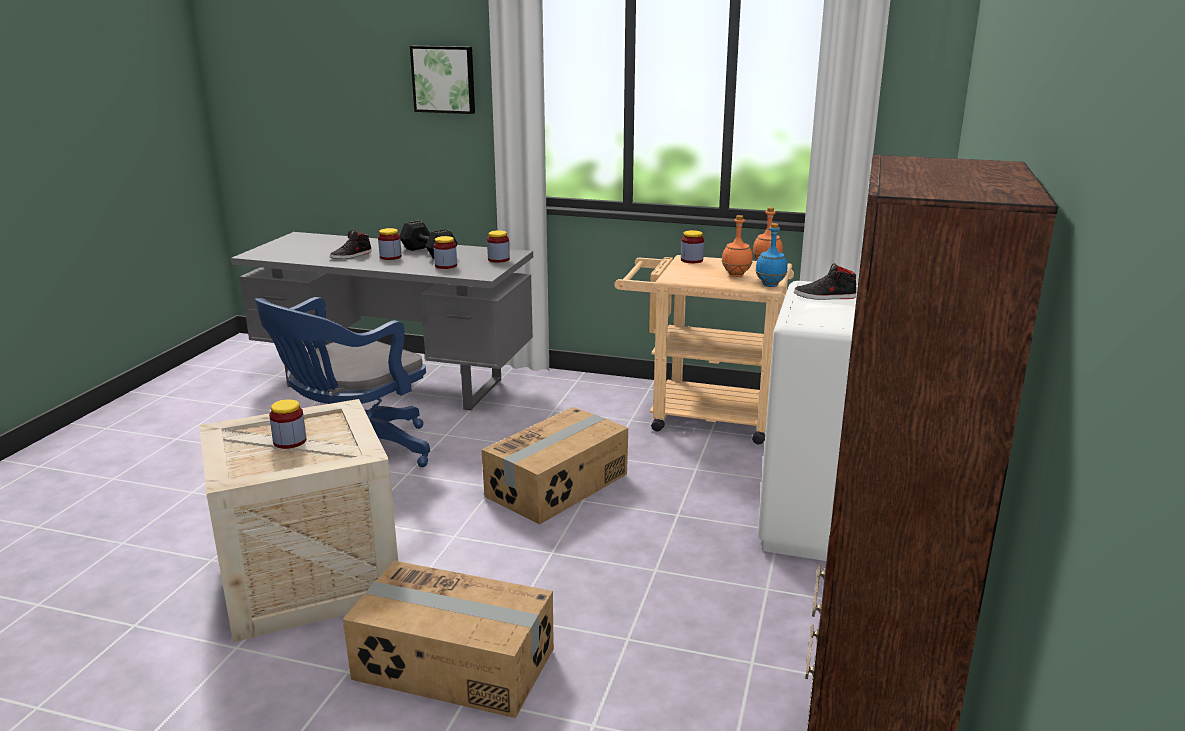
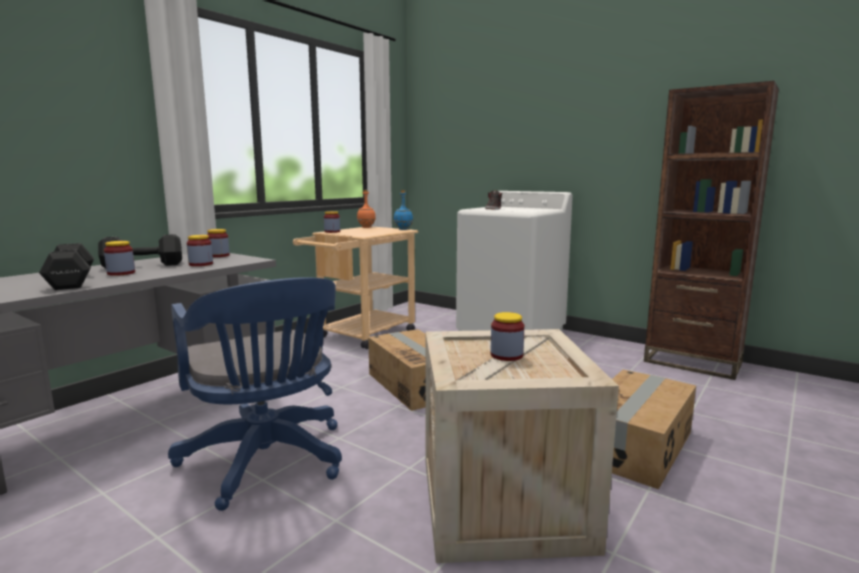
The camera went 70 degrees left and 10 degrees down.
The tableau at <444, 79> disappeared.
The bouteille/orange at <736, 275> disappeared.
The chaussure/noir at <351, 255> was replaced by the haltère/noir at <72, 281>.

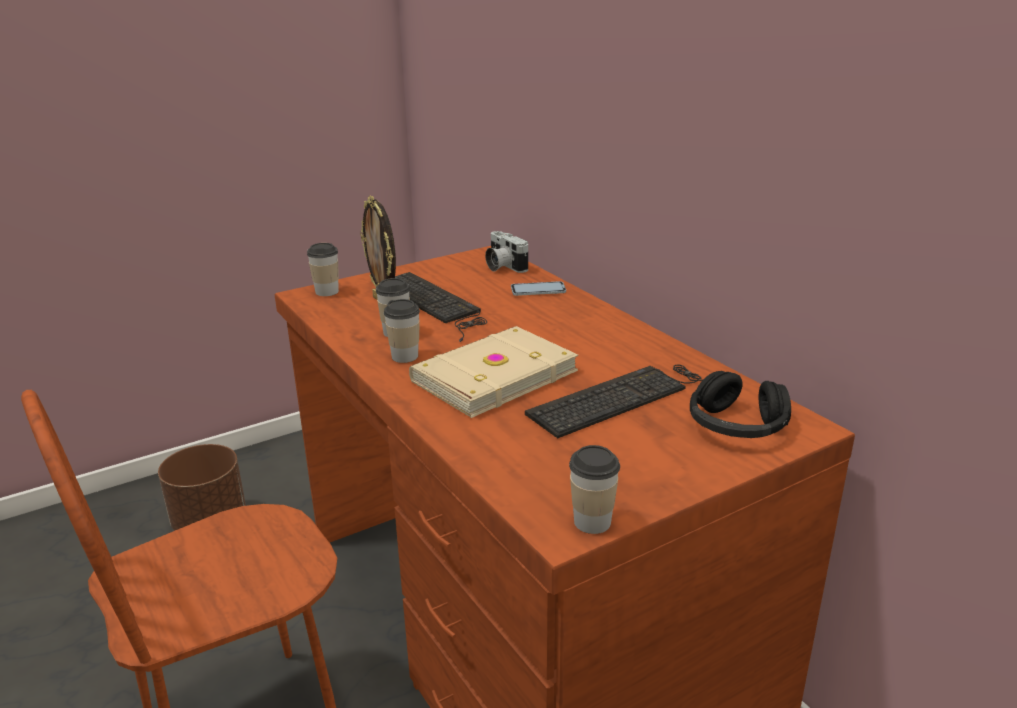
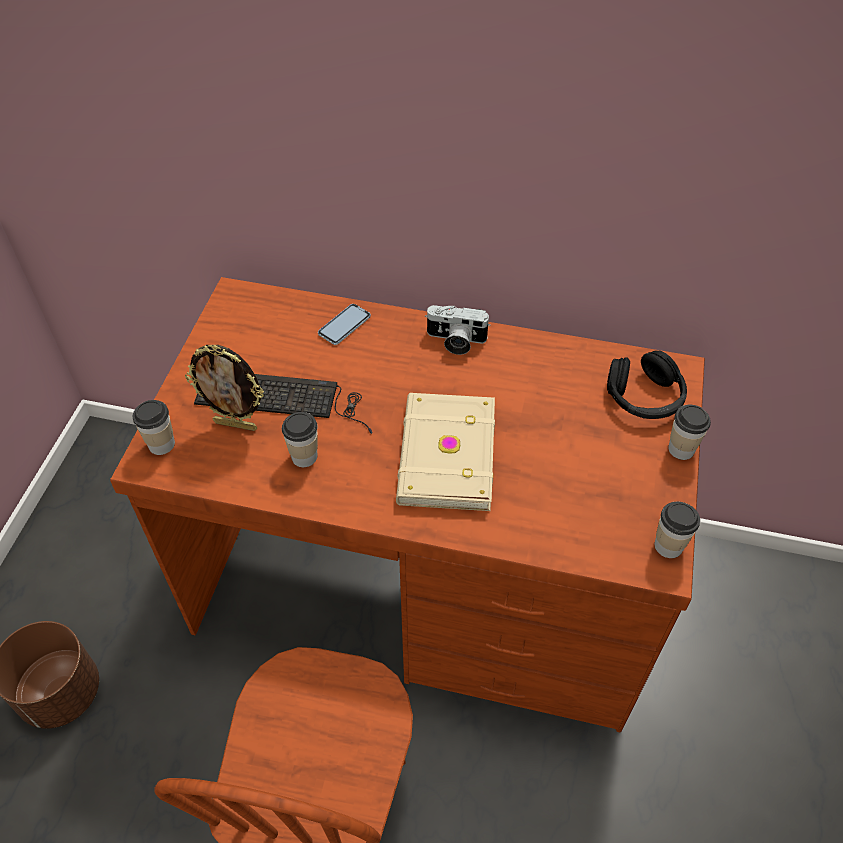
The camera went 45 degrees left and 25 degrees up.
The appareil photo moved from <503, 266> to <455, 341>.
The tasse moved from <405, 356> to <681, 449>.
The clavier at <625, 397> disappeared.

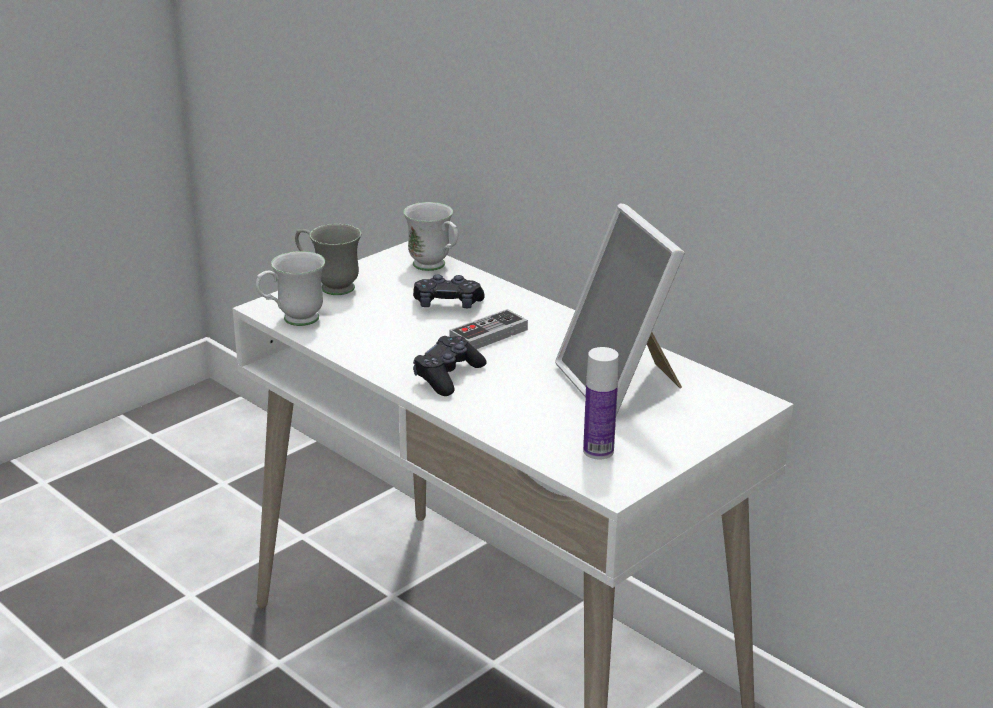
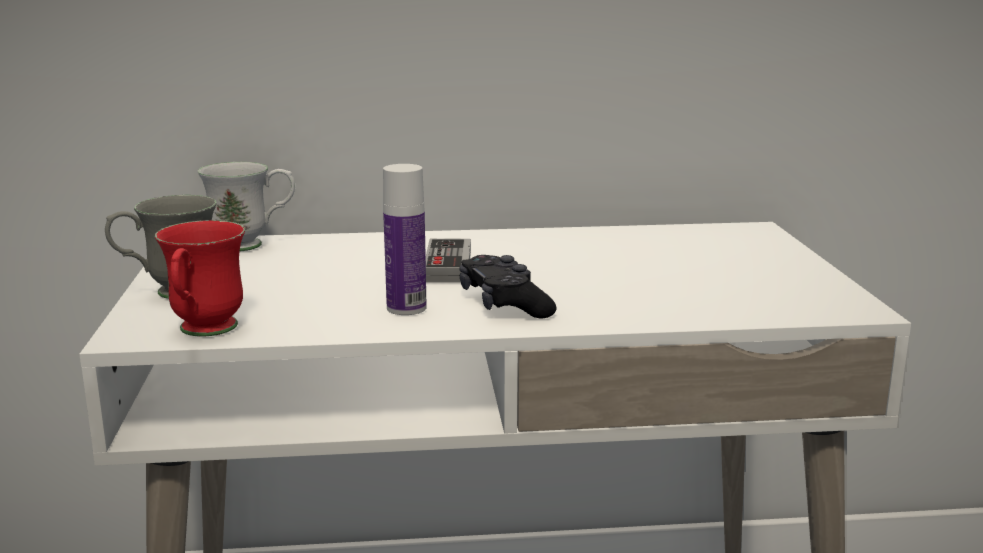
The camera went 50 degrees left and 10 degrees down.
The cadre photo at <621, 386> disappeared.
The mug/blanc at <292, 321> became the mug/rouge at <203, 332>.
The manette/noir at <448, 304> disappeared.
The bouteille moved from <598, 451> to <406, 308>.

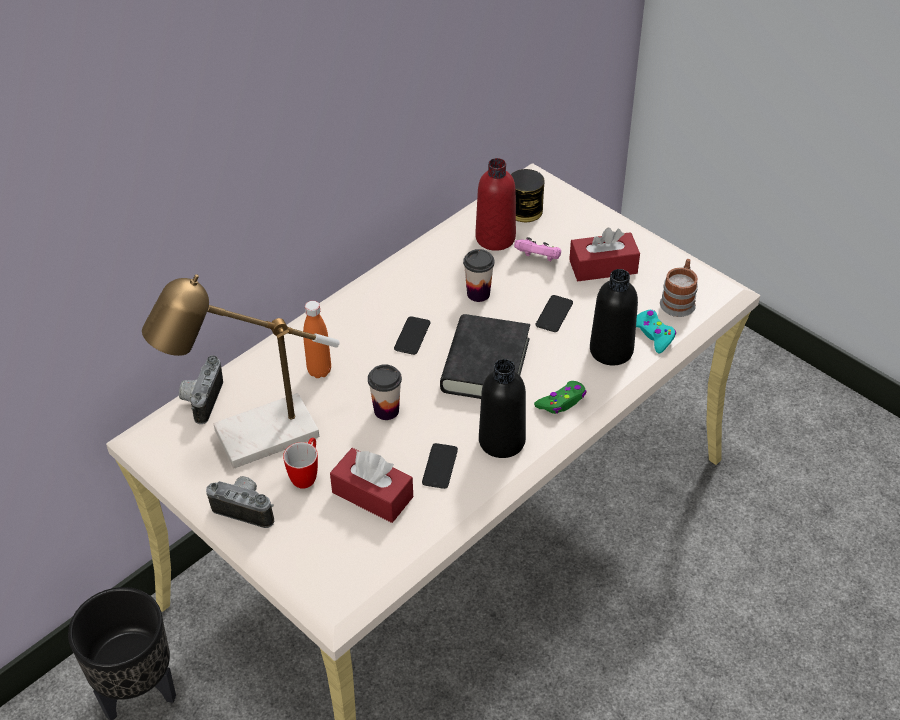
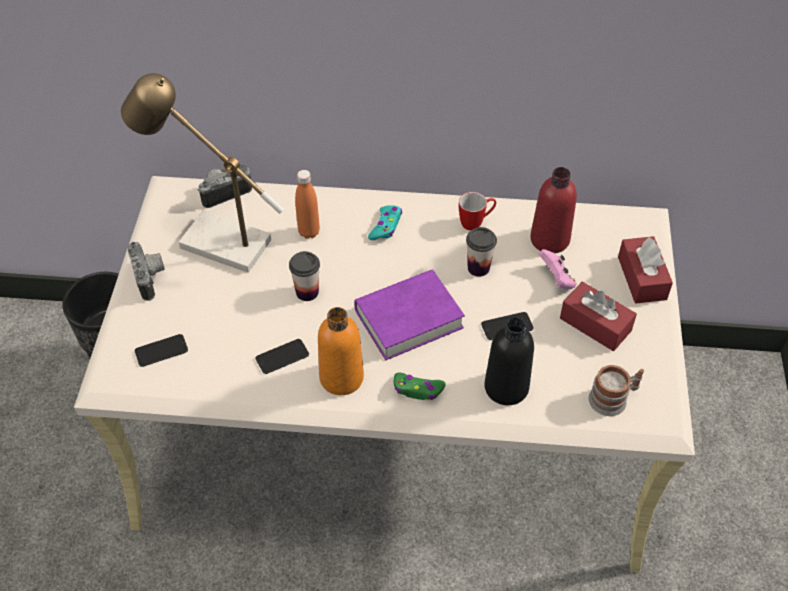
The camera went 50 degrees right and 5 degrees up.
The boîte métallique at <525, 211> disappeared.
The manette/turquoise moved from <652, 335> to <386, 226>.
The livre/noir at <485, 365> became the livre/violet at <408, 319>.
The téléphone moved from <412, 336> to <161, 351>.
The bouteille/noir at <502, 441> became the bouteille/orange at <341, 377>.
The mug moved from <306, 475> to <476, 223>.
The boîte à mouchoirs/rouge moved from <372, 495> to <642, 278>.

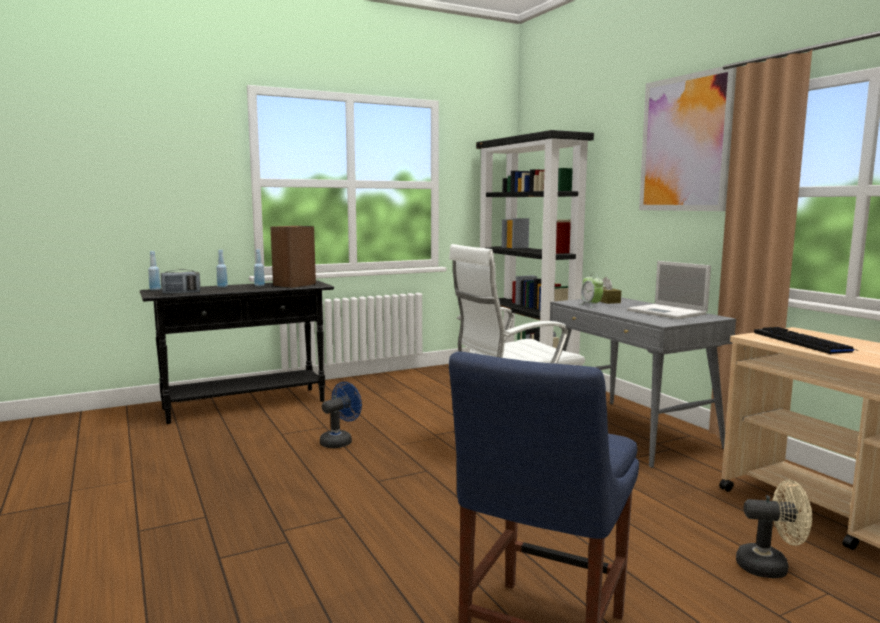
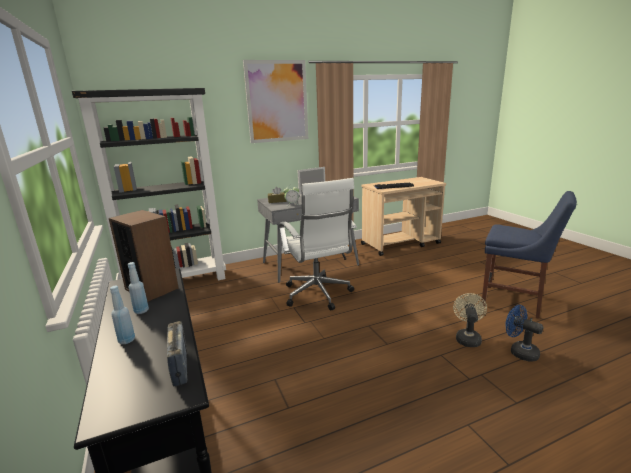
The camera went 85 degrees left and 10 degrees up.
The bouteille/bleu at <155, 290> disappeared.
The ventilateur/bleu moved from <340, 441> to <519, 352>.
The ventilateur/beige moved from <770, 567> to <467, 338>.

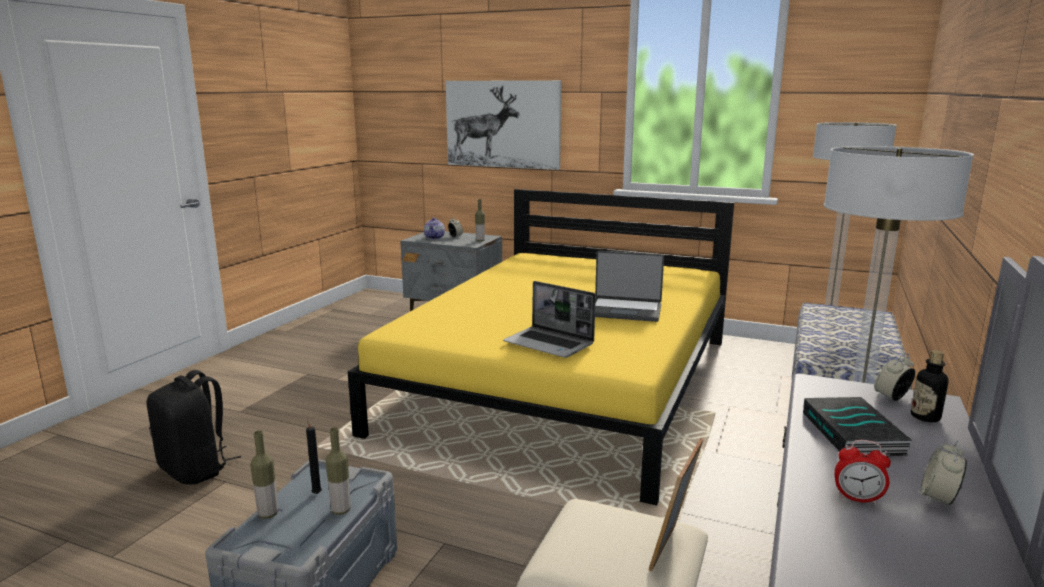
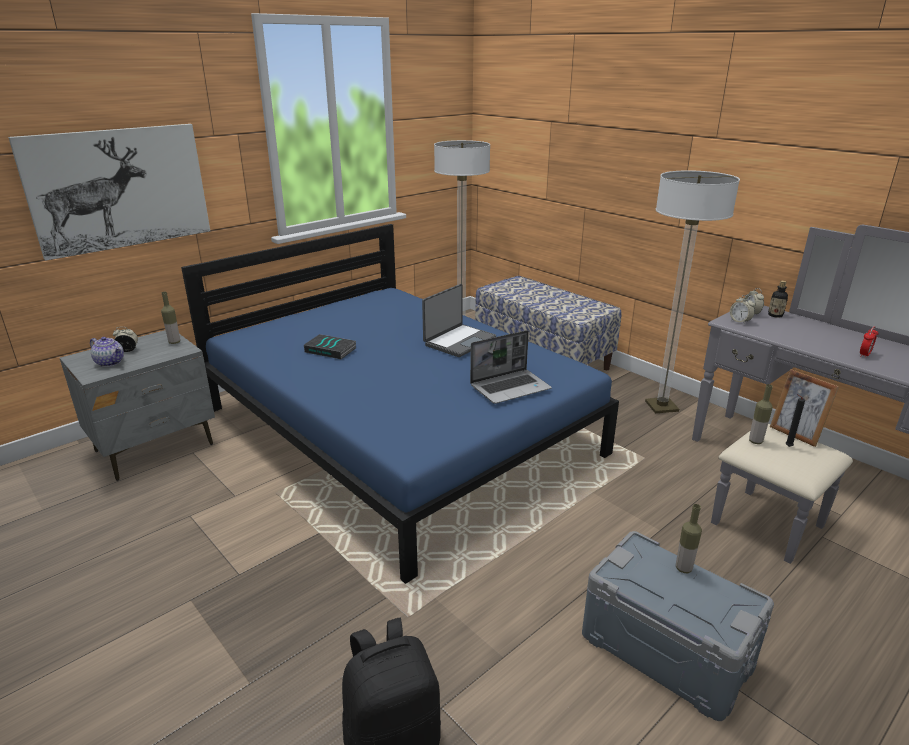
The camera went 65 degrees left and 10 degrees up.
The lit/jaune at <567, 383> became the lit/bleu at <399, 430>.
The livre moved from <854, 434> to <331, 350>.
The bougie/noir moved from <316, 493> to <787, 446>.
The bouteille moved from <268, 514> to <755, 441>.
The réveil moved from <938, 499> to <740, 321>.

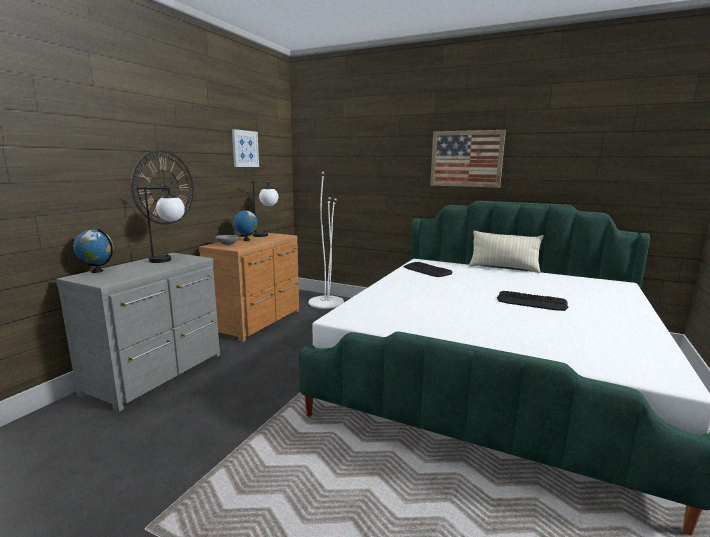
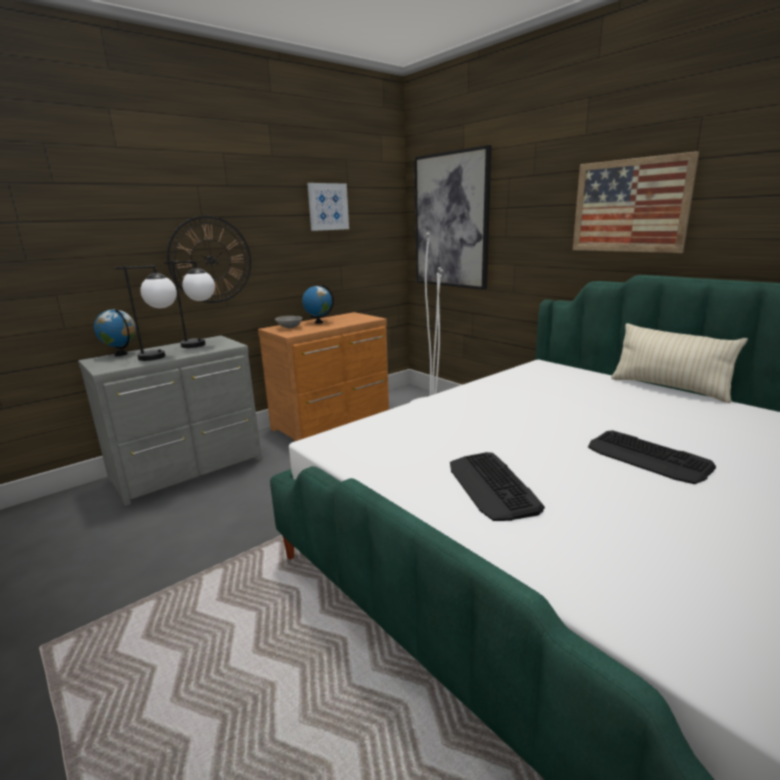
The camera went 25 degrees right and 5 degrees up.
The lampe de table moved from <266, 235> to <163, 356>.
The clavier moved from <427, 270> to <492, 486>.
The tableau at <451, 221> appeared.

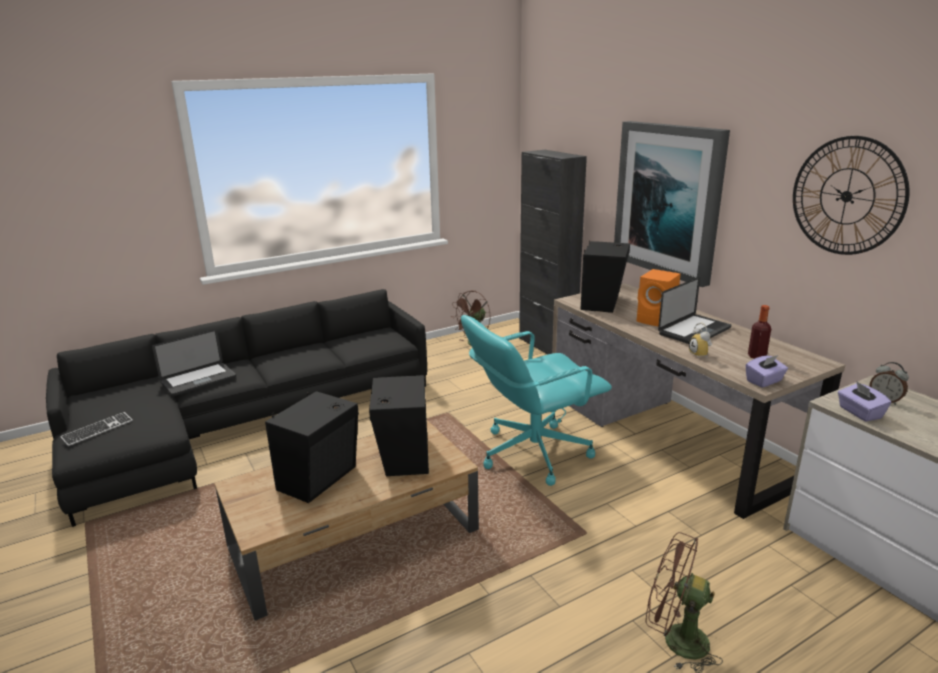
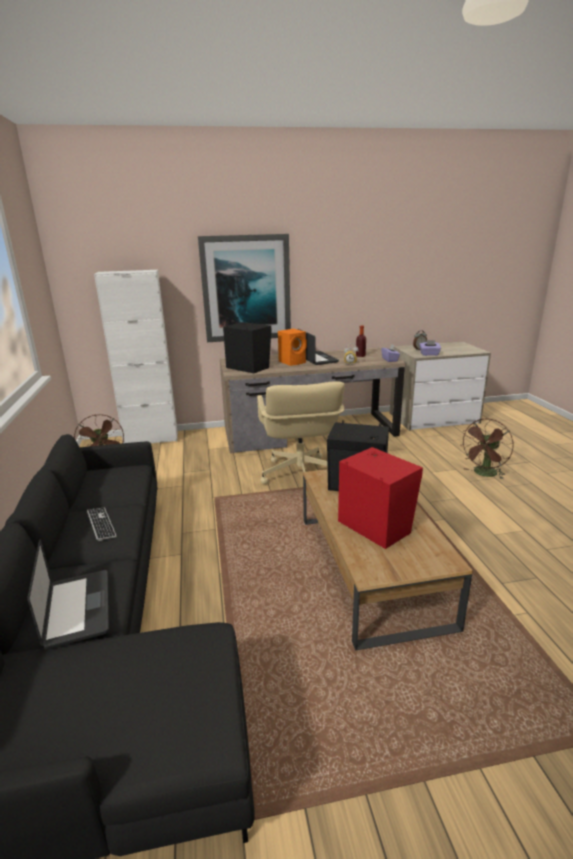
The camera went 70 degrees left and 0 degrees up.
The horloge murale at <847, 196> disappeared.
The meuble de rangement/noir at <547, 345> became the meuble de rangement/blanc at <151, 439>.
The chaise de bureau/turquoise at <532, 452> became the chaise de bureau/beige at <300, 475>.
The enceinte/noir at <321, 478> became the enceinte/rouge at <375, 525>.
The clavier moved from <97, 430> to <101, 524>.

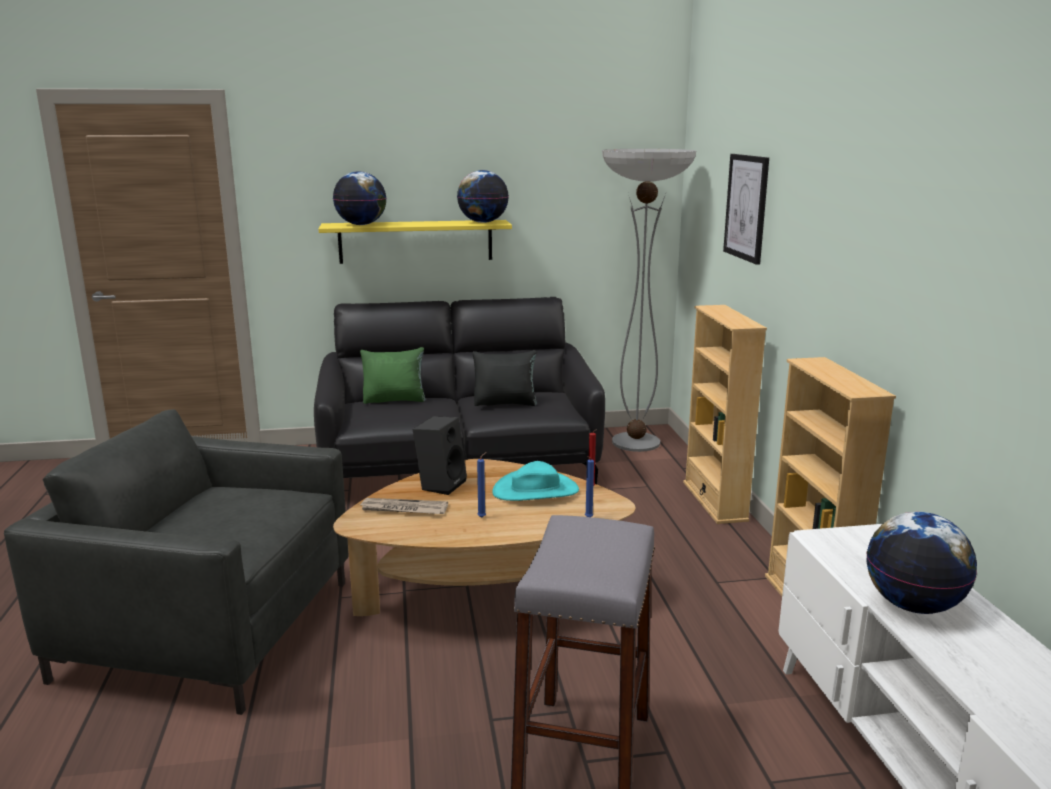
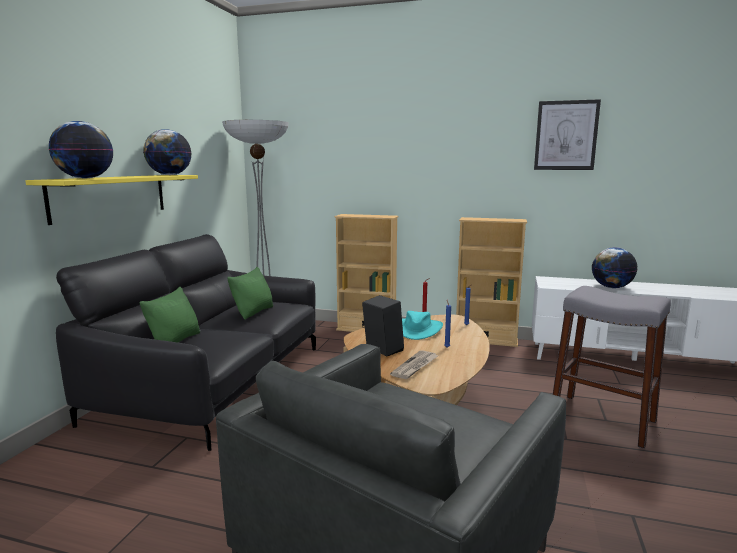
The camera went 65 degrees left and 5 degrees down.
The tableau moved from <746, 207> to <566, 135>.
The coussin/noir at <505, 403> became the coussin/vert at <253, 312>.

